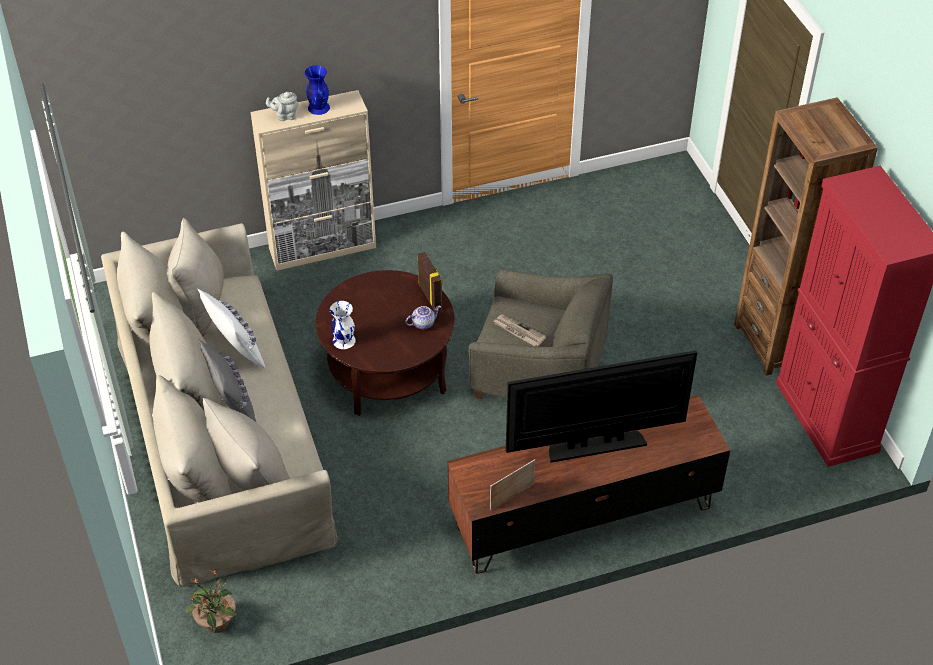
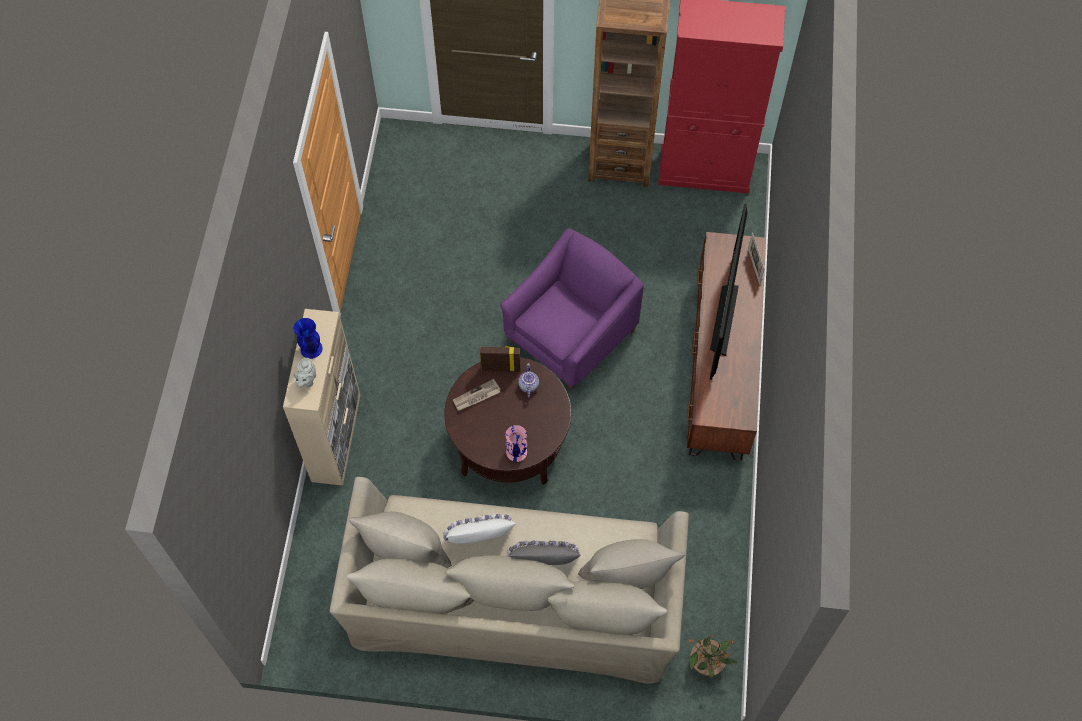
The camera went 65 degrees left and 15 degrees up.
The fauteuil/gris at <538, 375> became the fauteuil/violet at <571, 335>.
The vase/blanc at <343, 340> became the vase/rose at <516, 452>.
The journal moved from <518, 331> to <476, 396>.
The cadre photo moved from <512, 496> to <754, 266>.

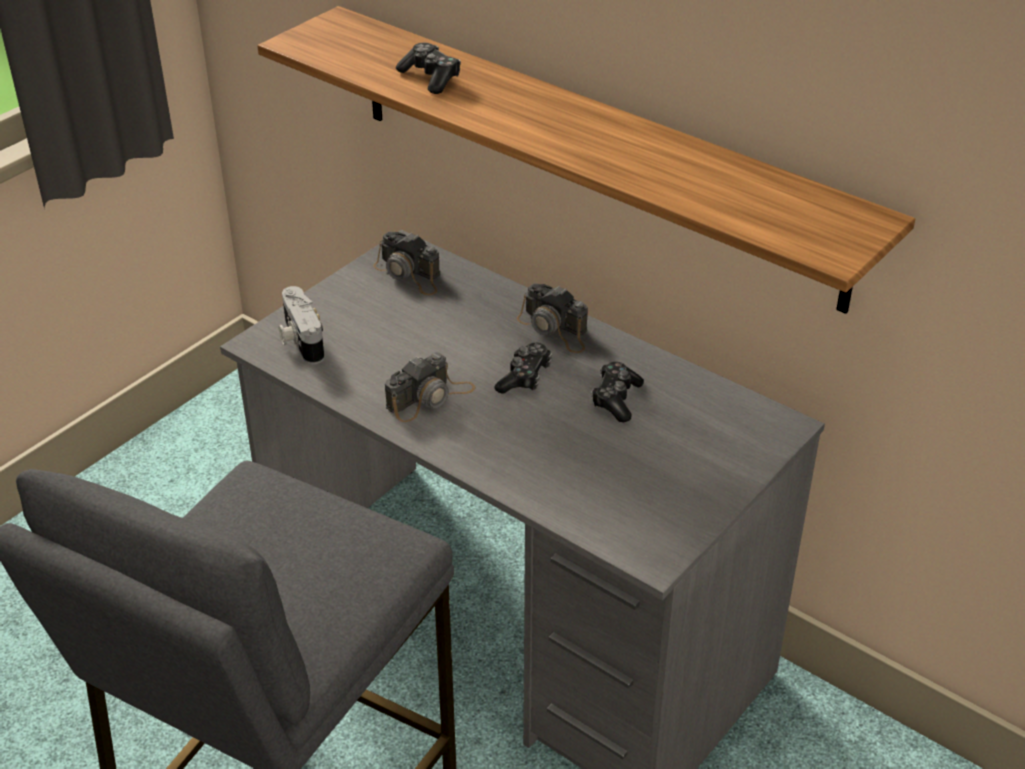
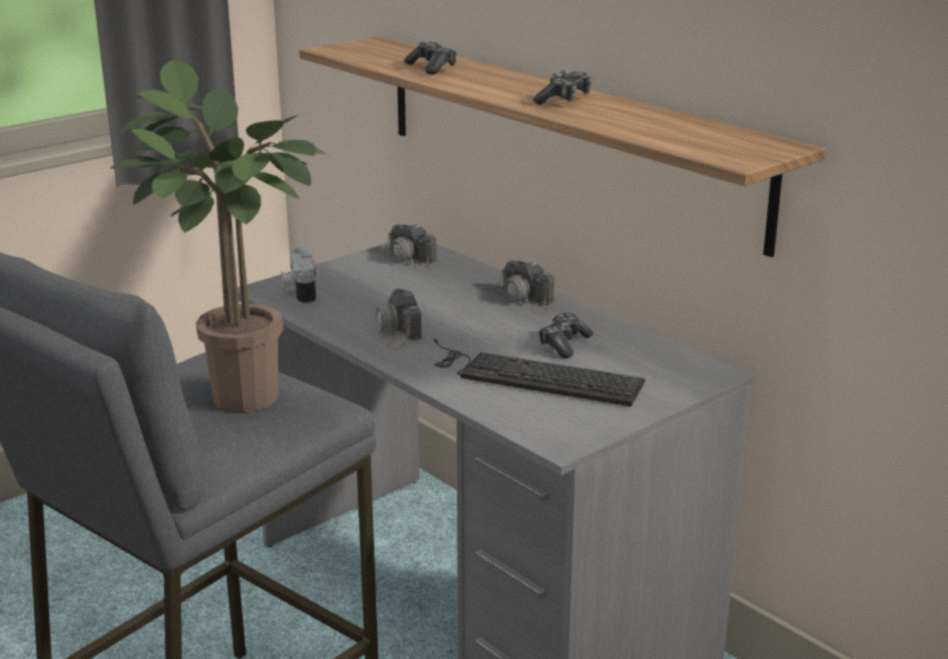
The camera went 10 degrees right and 15 degrees down.
The manette moved from <525, 377> to <564, 100>.
The appareil photo at <430, 397> turned 105 degrees clockwise.
The plante en pot at <232, 398> appeared.
The clavier at <531, 375> appeared.

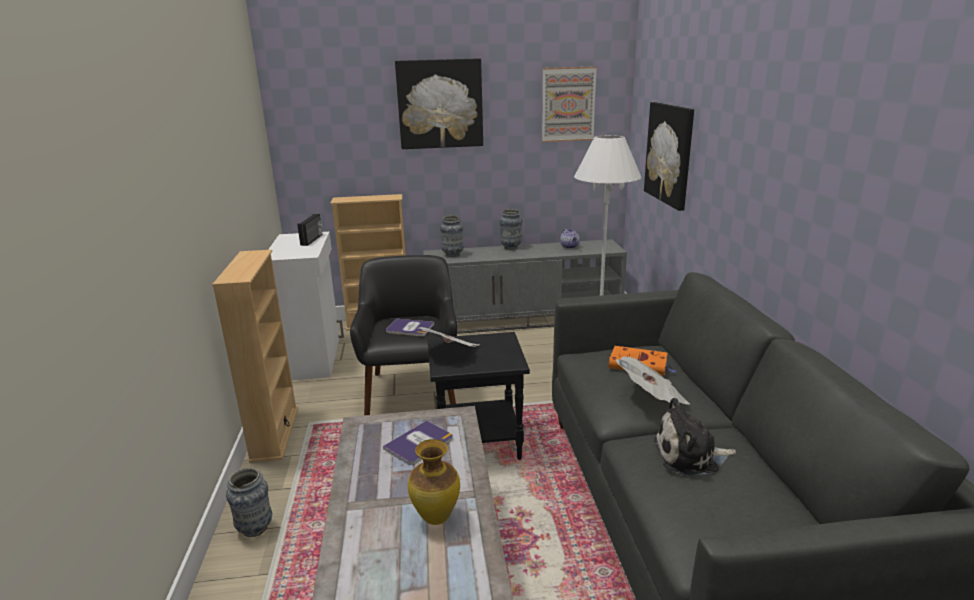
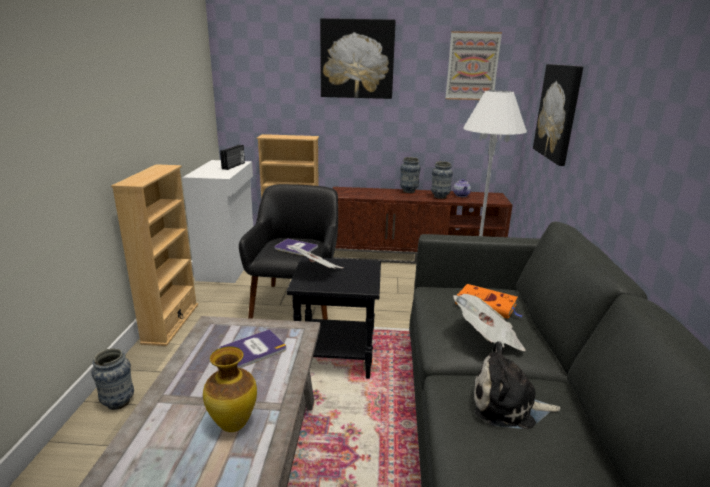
The camera went 10 degrees right and 0 degrees up.
The vase moved from <452, 255> to <440, 197>.
The meuble télé/gris at <524, 318> became the meuble télé/marron at <414, 255>.

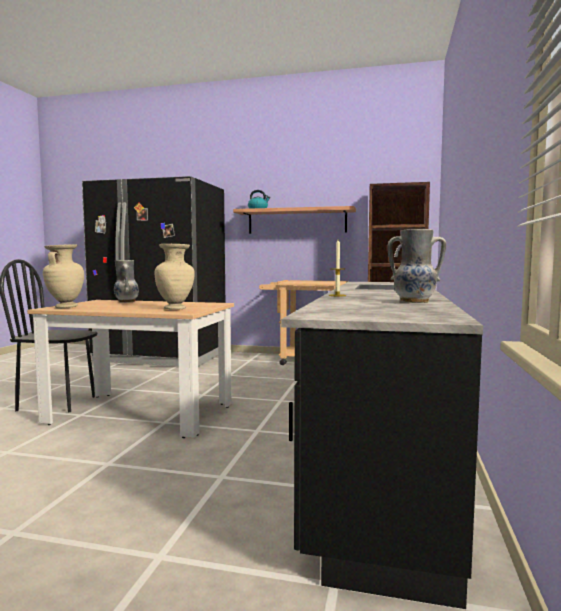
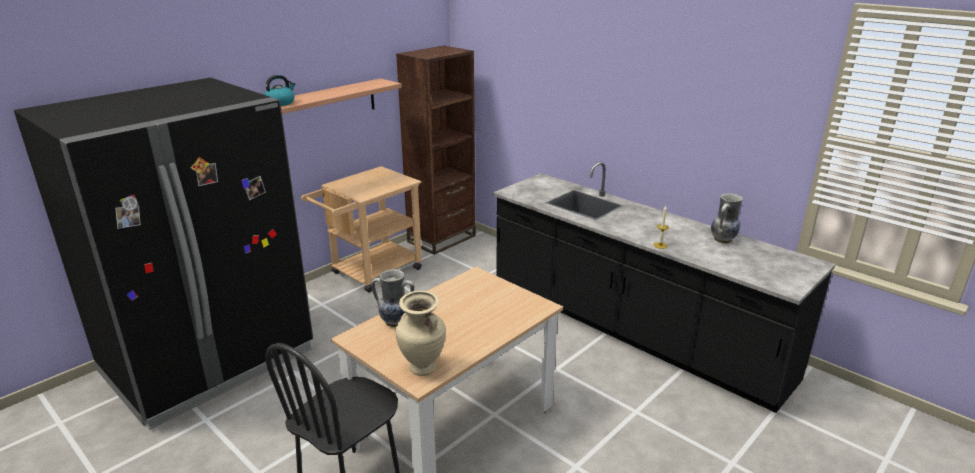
The camera went 60 degrees left and 20 degrees up.
The vase/beige at <175, 309> disappeared.

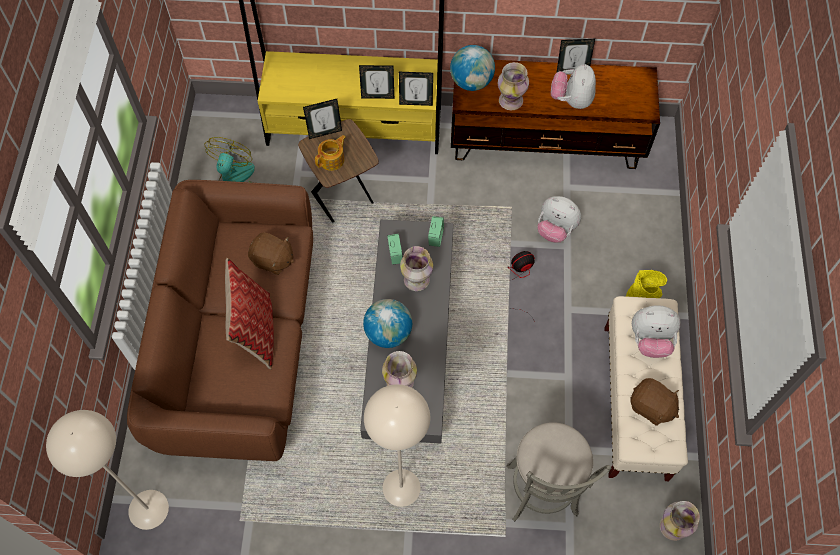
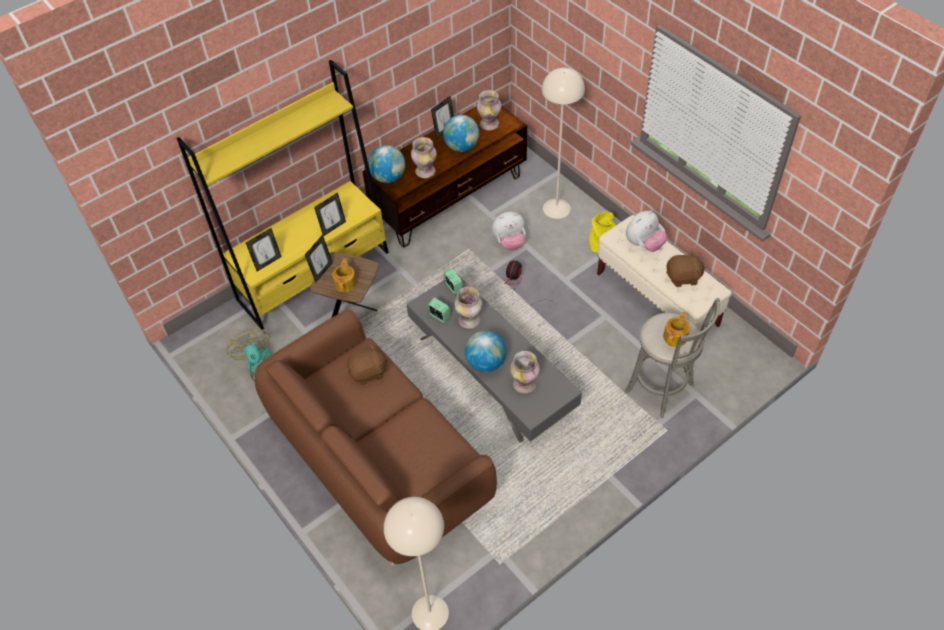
The camera went 40 degrees left and 10 degrees down.
The peluche at <571, 100> was replaced by the globe at <462, 146>.
The cadre photo moved from <416, 102> to <268, 262>.
The coussin at <256, 331> disappeared.
The lampadaire/beige moved from <402, 488> to <557, 208>.
The vase moved from <673, 526> to <489, 124>.
The théière at <675, 337> appeared.

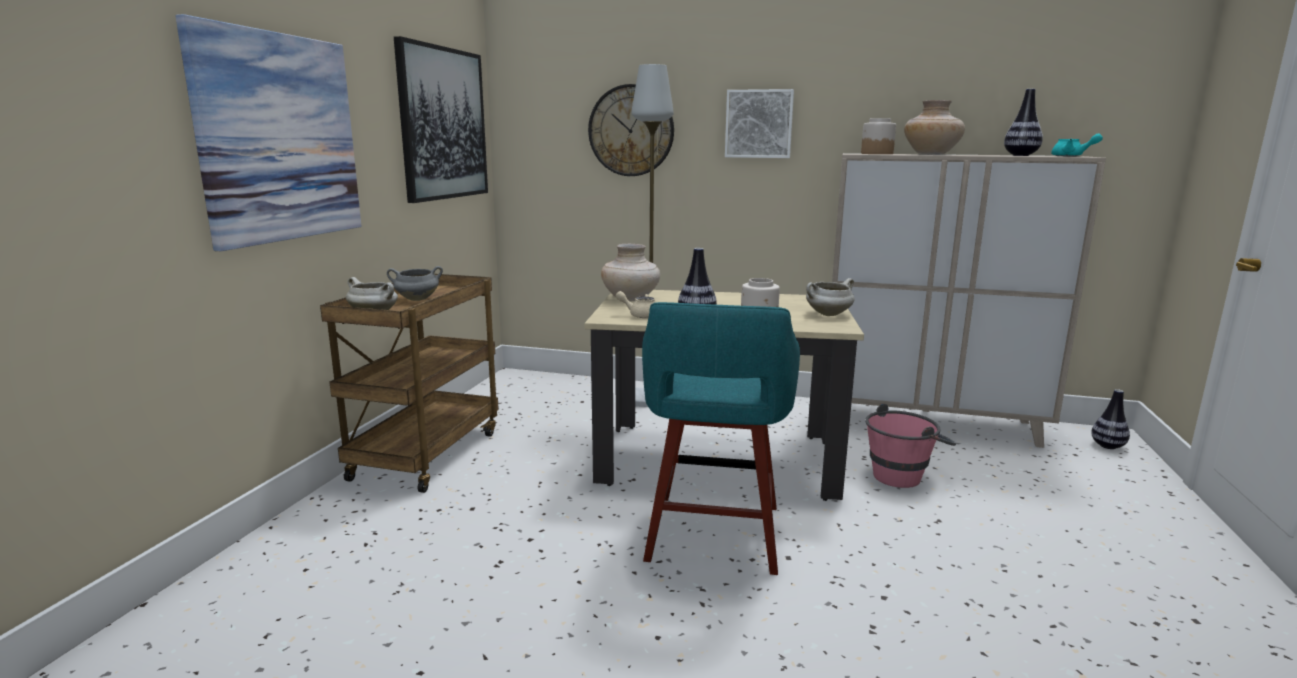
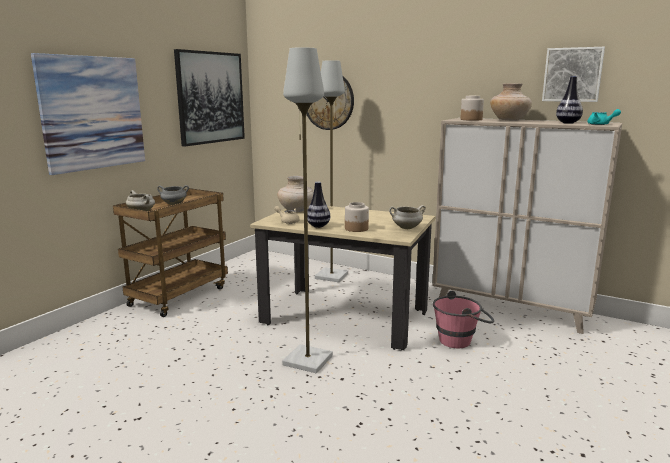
The camera went 15 degrees right and 0 degrees up.
The tableau moved from <759, 124> to <572, 74>.
The tabouret/turquoise at <713, 535> was replaced by the lampadaire/gris at <307, 360>.
The vase at <1107, 446> disappeared.

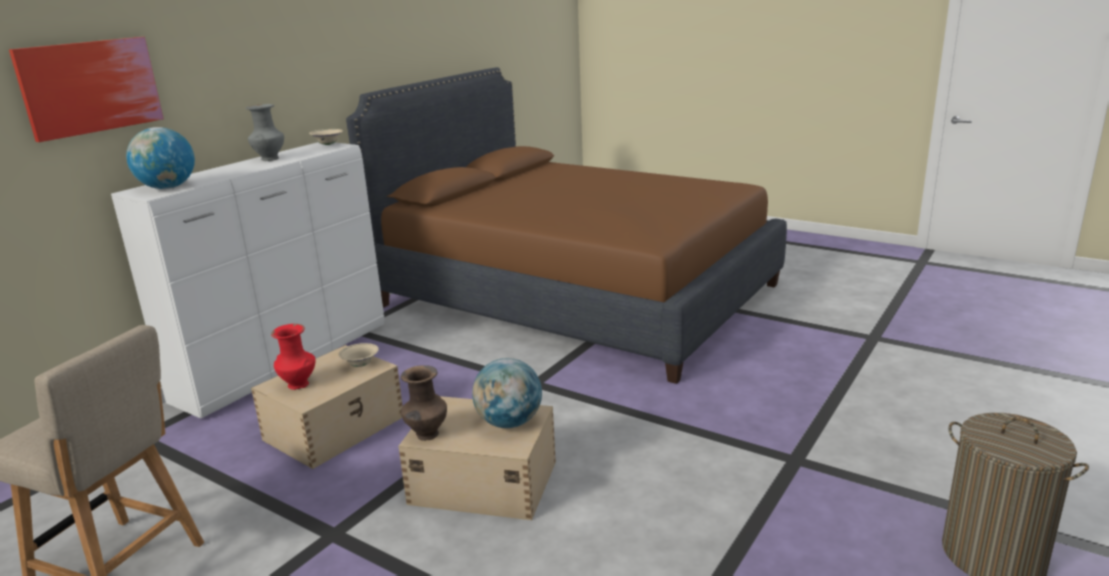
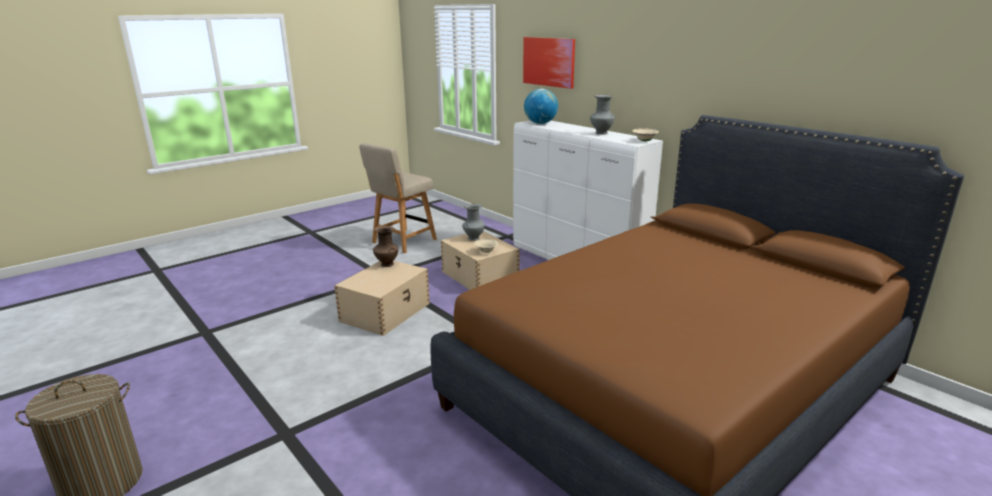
The camera went 105 degrees right and 0 degrees up.
The vase/rouge at <299, 385> became the vase/gris at <473, 239>.
The globe at <509, 423> disappeared.

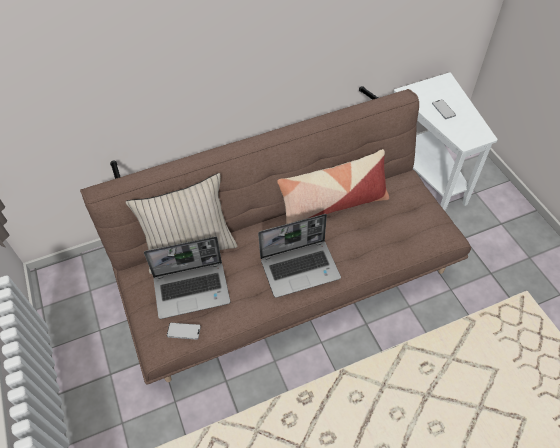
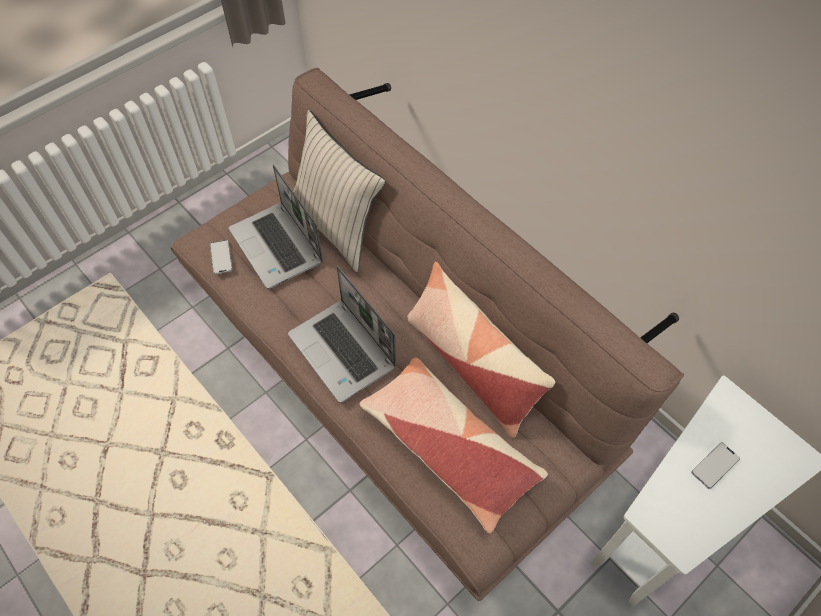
The camera went 70 degrees right and 5 degrees up.
The coussin at <449, 446> appeared.

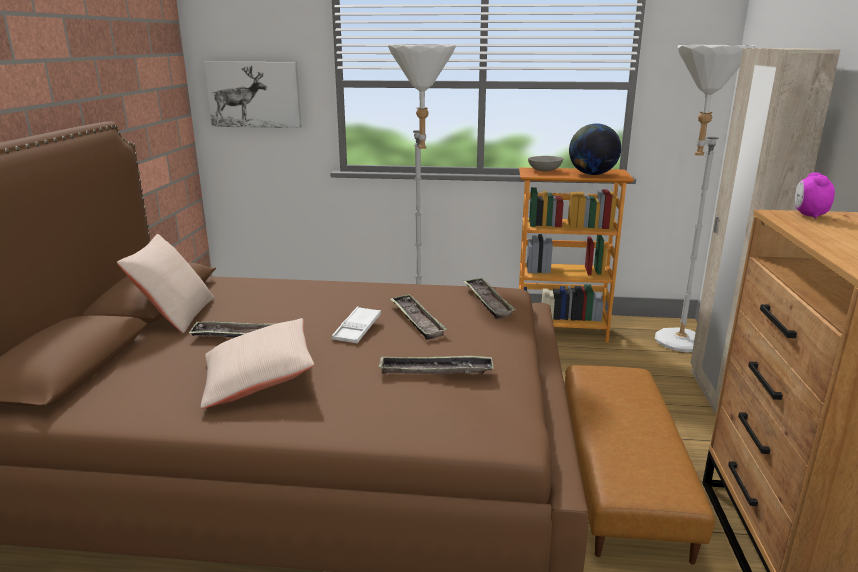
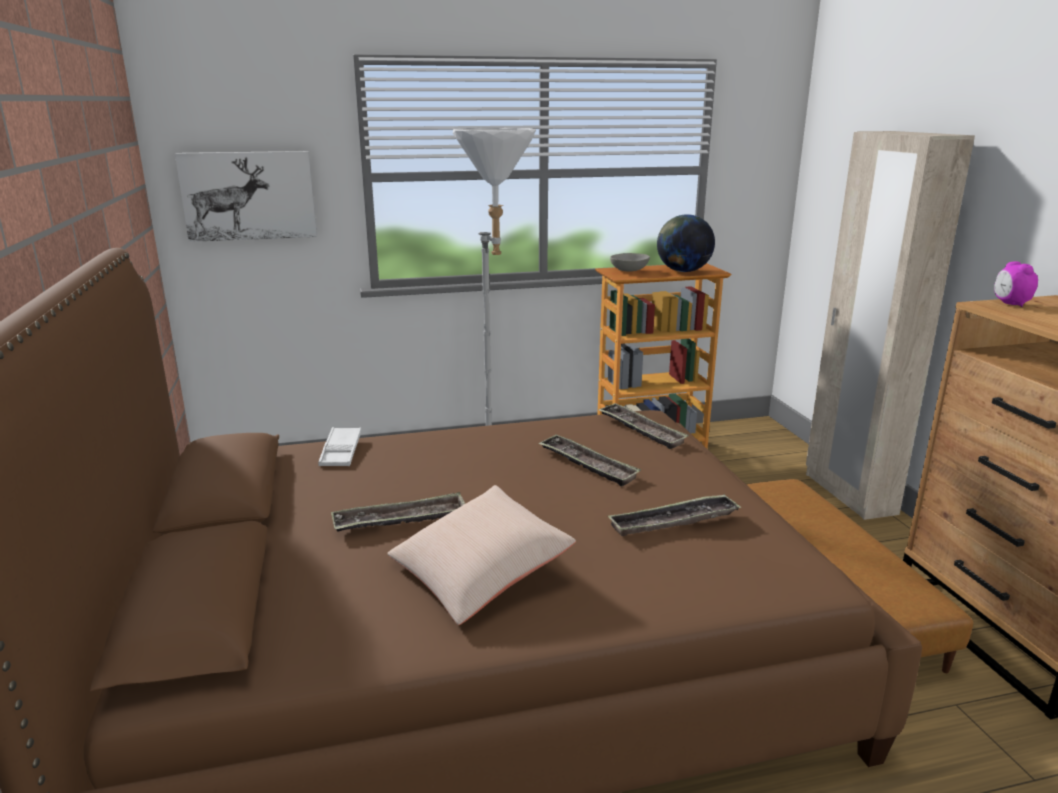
The camera went 20 degrees left and 0 degrees up.
The lampadaire/blanc at <673, 344> disappeared.
The coussin/beige at <175, 314> disappeared.
The plateau/blanc moved from <357, 329> to <341, 452>.

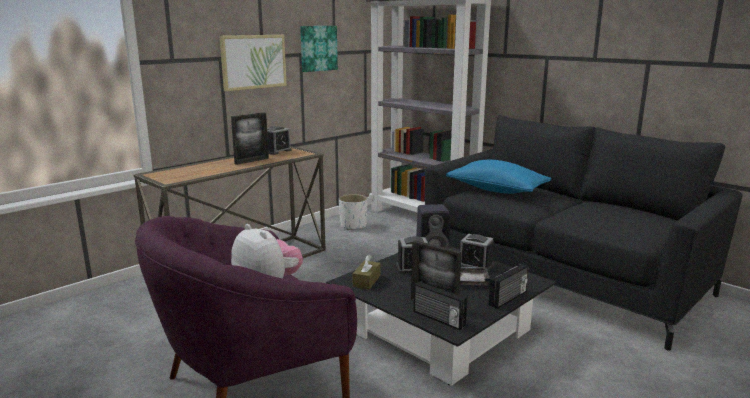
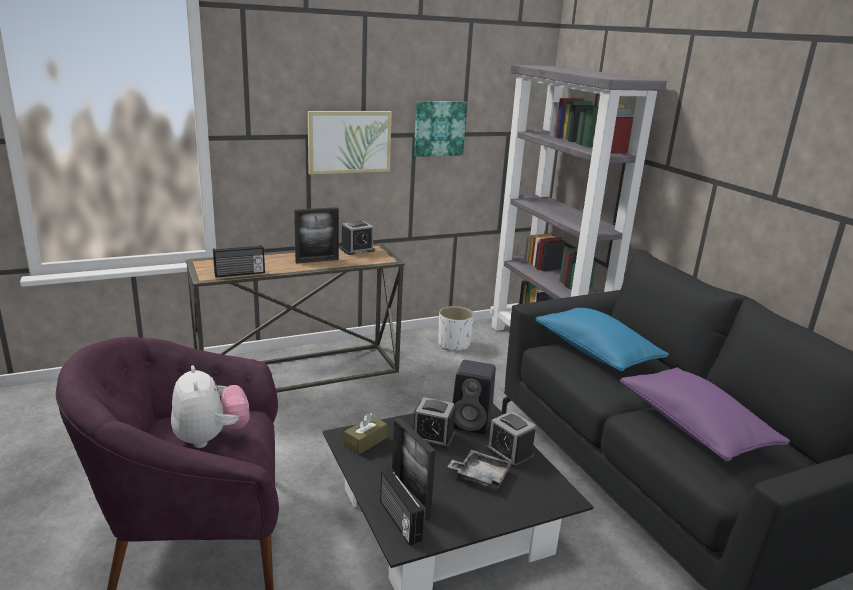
The camera went 20 degrees right and 5 degrees up.
The radio moved from <508, 299> to <240, 274>.
The coussin/violet at <694, 428> appeared.

